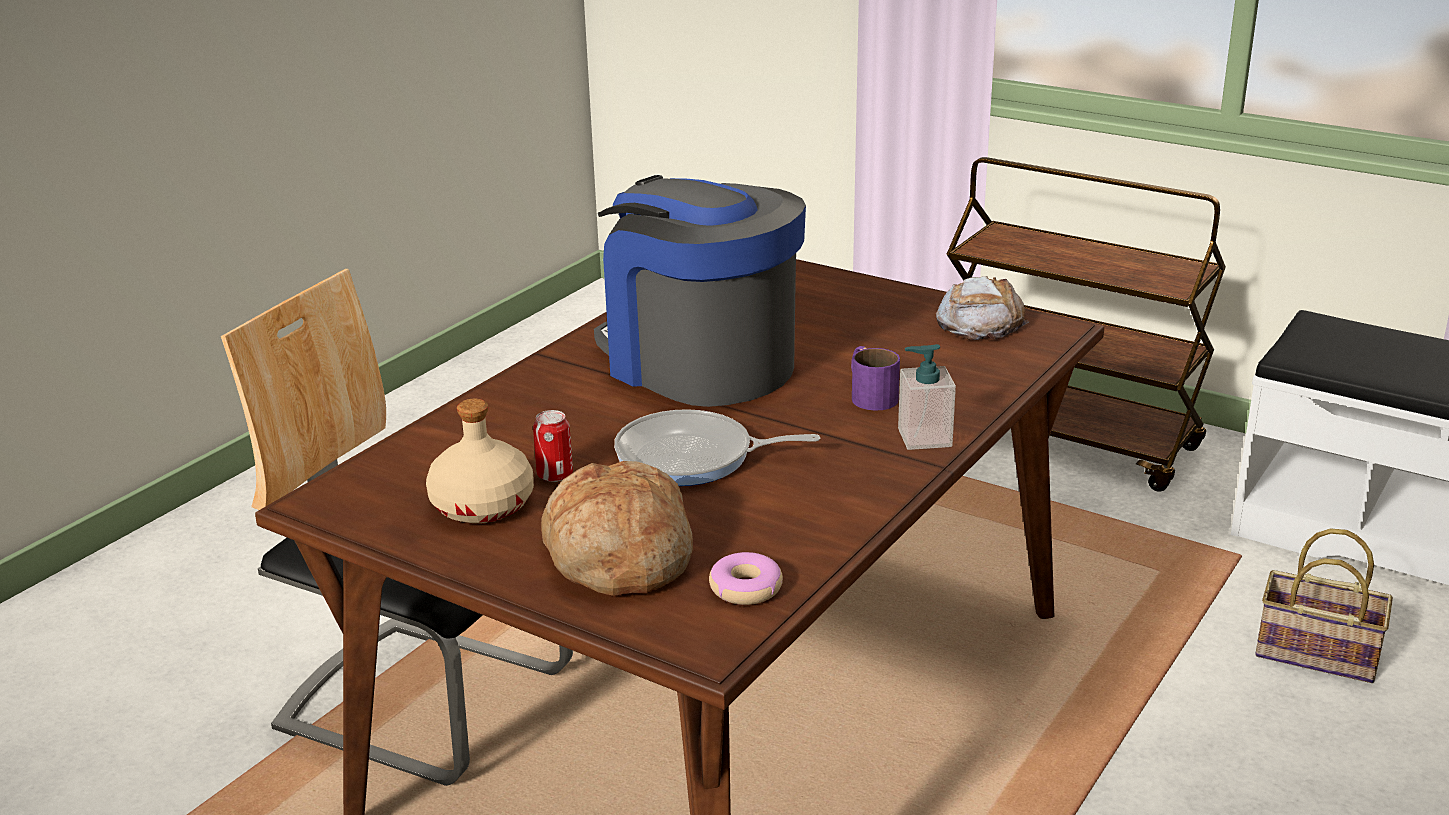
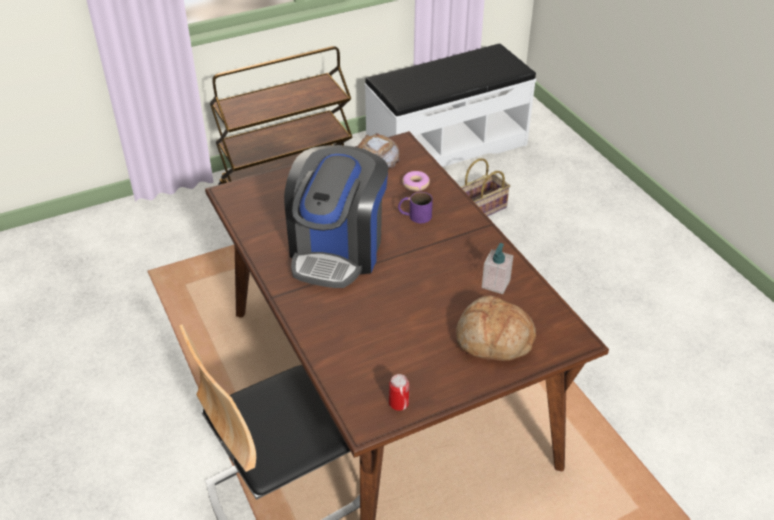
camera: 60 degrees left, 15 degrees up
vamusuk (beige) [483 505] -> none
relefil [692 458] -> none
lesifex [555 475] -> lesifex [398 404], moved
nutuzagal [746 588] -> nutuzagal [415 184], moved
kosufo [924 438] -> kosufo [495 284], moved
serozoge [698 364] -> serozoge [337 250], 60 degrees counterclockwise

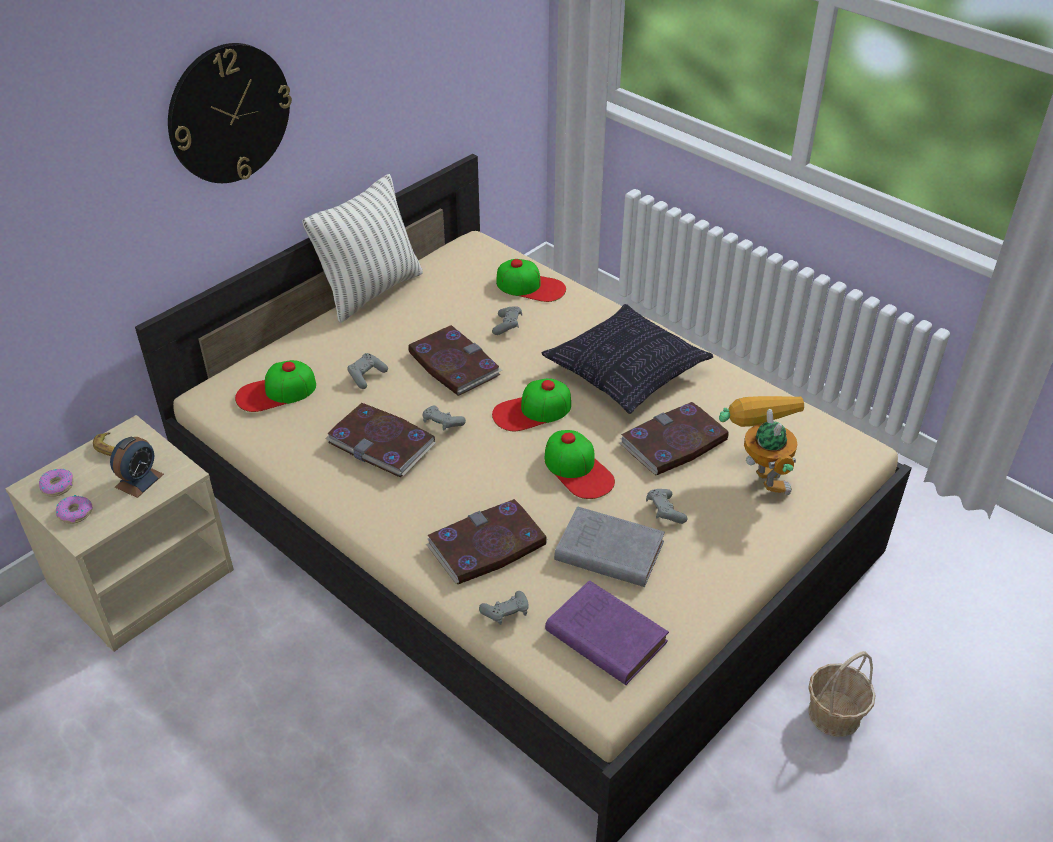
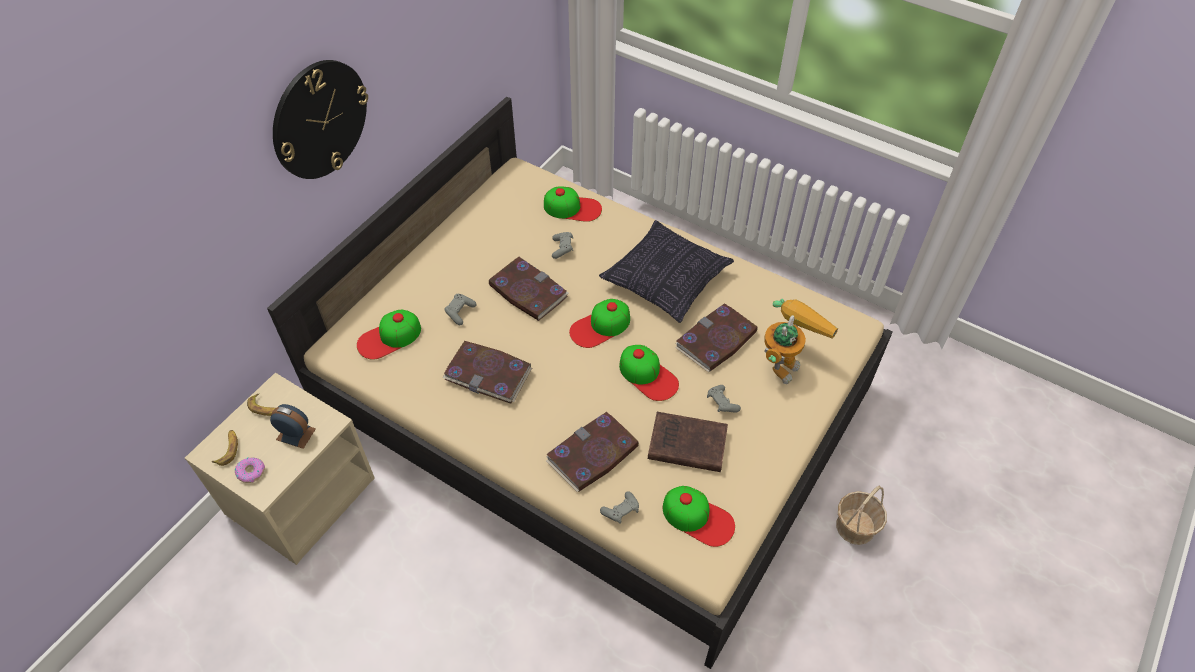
camera: 10 degrees left, 10 degrees up
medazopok [371 291] -> none
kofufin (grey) [442 424] -> none
nutuzagal [57 486] -> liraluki [228 449]
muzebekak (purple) [603 635] -> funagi [698 518]
muzebekak (grey) [606 551] -> muzebekak (brown) [685 444]
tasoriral [139 480] -> tasoriral [296 434], 90 degrees counterclockwise
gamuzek [758 475] -> gamuzek [785 360], 60 degrees clockwise

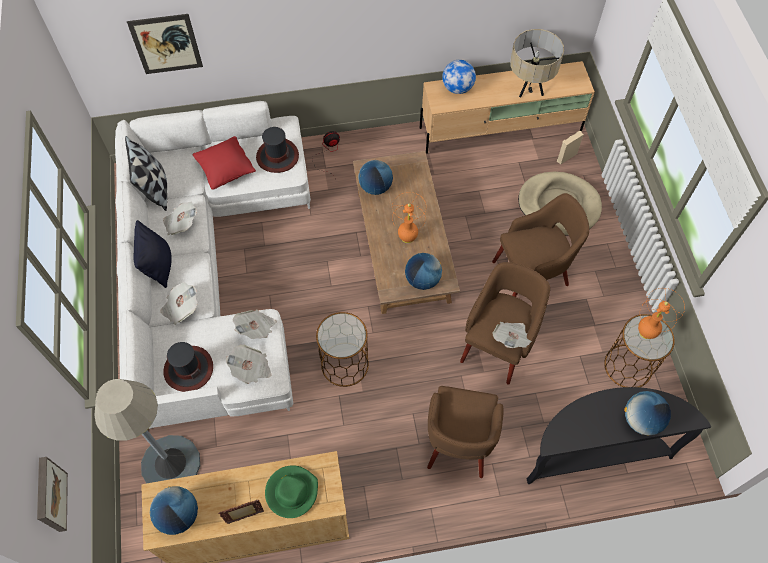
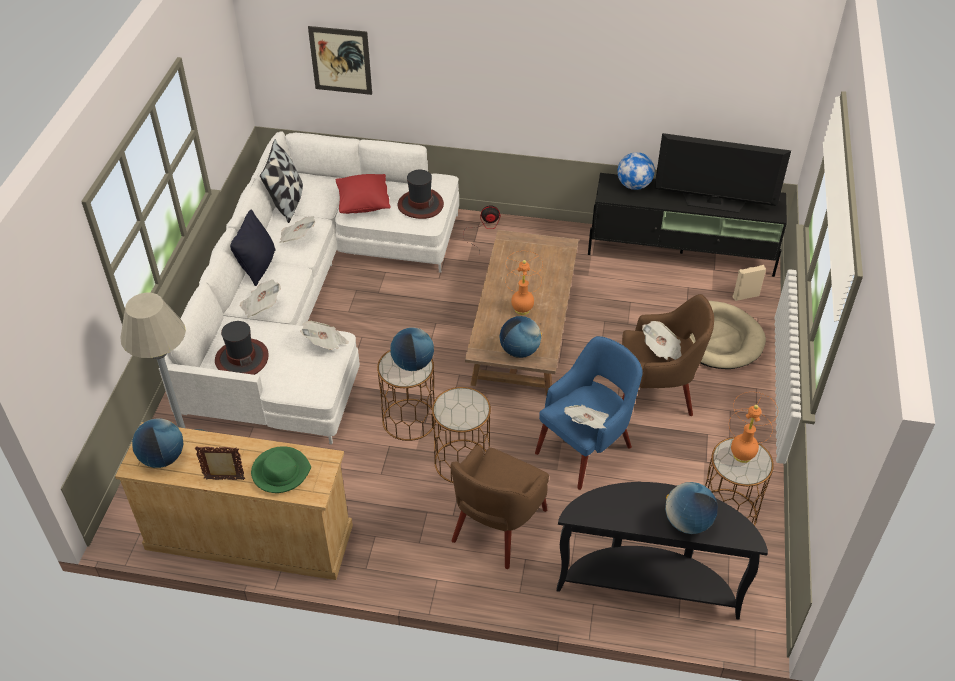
camera: 20 degrees right, 15 degrees down
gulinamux [49 495] -> none
none -> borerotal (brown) [462 461]
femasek [251 369] -> femasek [662 350], moved
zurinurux [375 187] -> zurinurux [413 364], moved
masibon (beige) [529 87] -> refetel [714 202]
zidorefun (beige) [501 129] -> zidorefun (black) [682 253]
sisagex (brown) [498 343] -> sisagex (blue) [586 448]

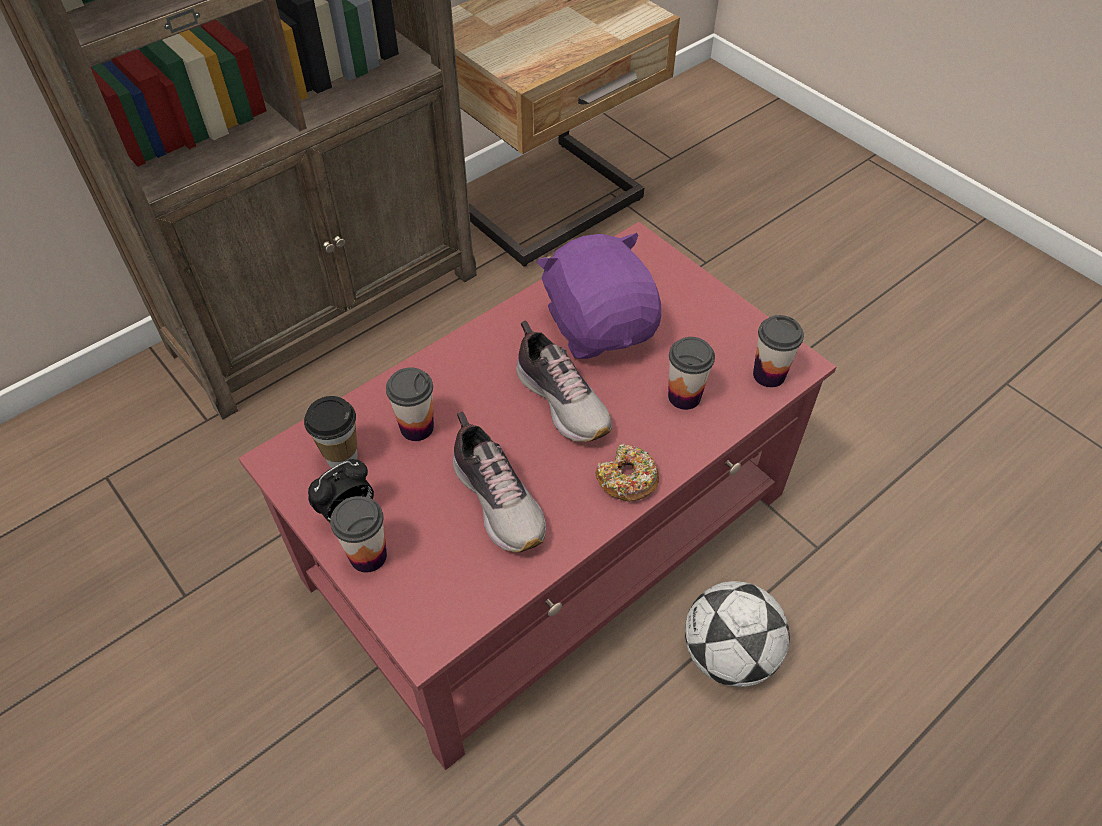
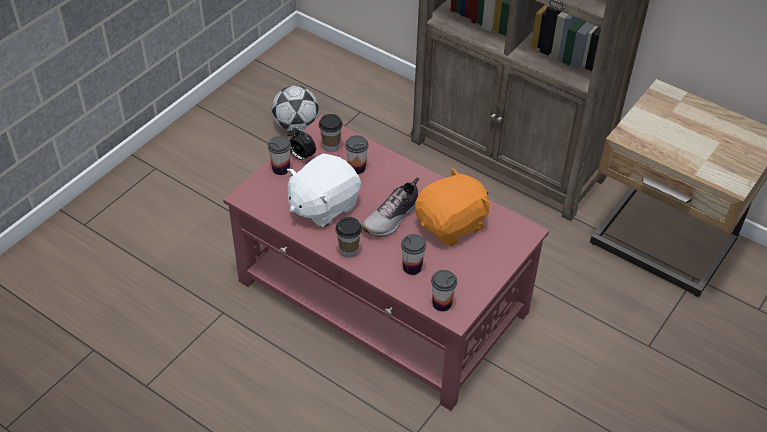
camera: 75 degrees right, 5 degrees down
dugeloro [729 654] -> dugeloro [296 126], moved
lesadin [499 499] -> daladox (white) [323 206]
nutuzagal [627 480] -> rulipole [349 251]
daladox (purple) [600 326] -> daladox (orange) [452 225]

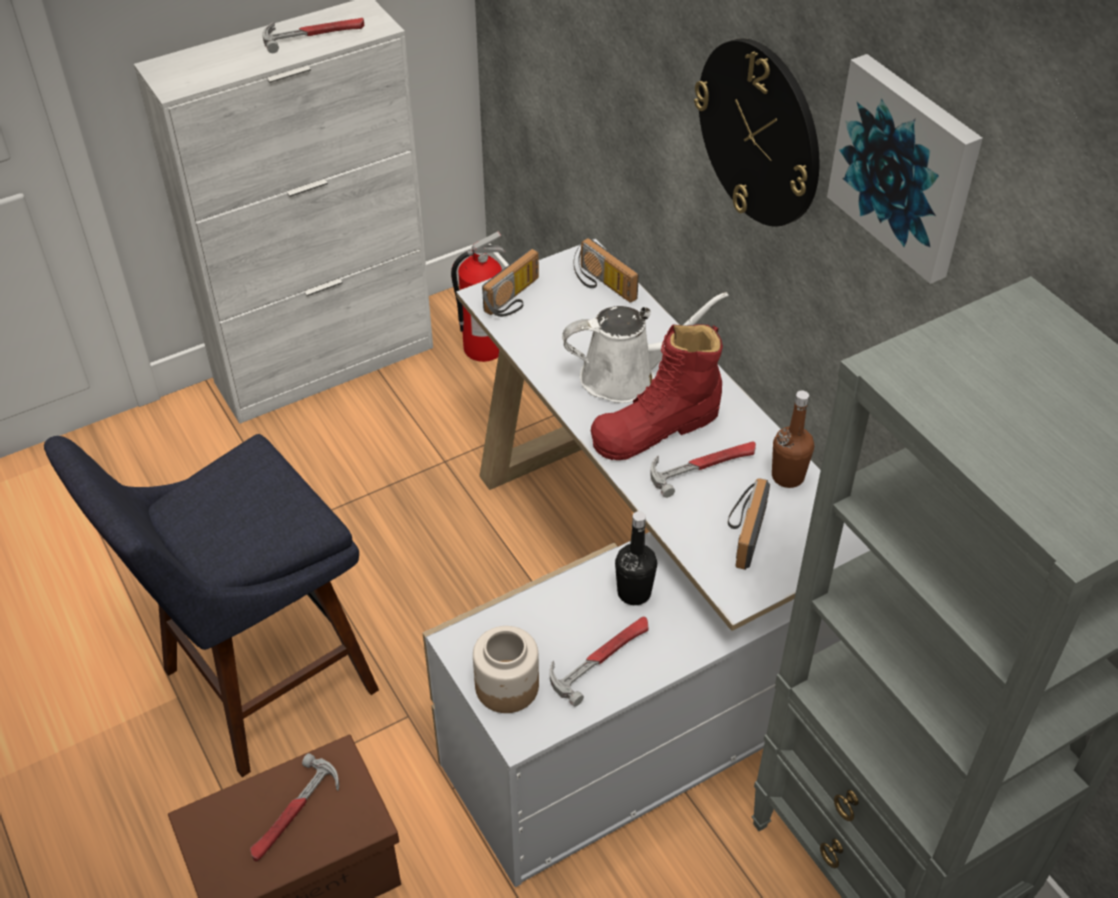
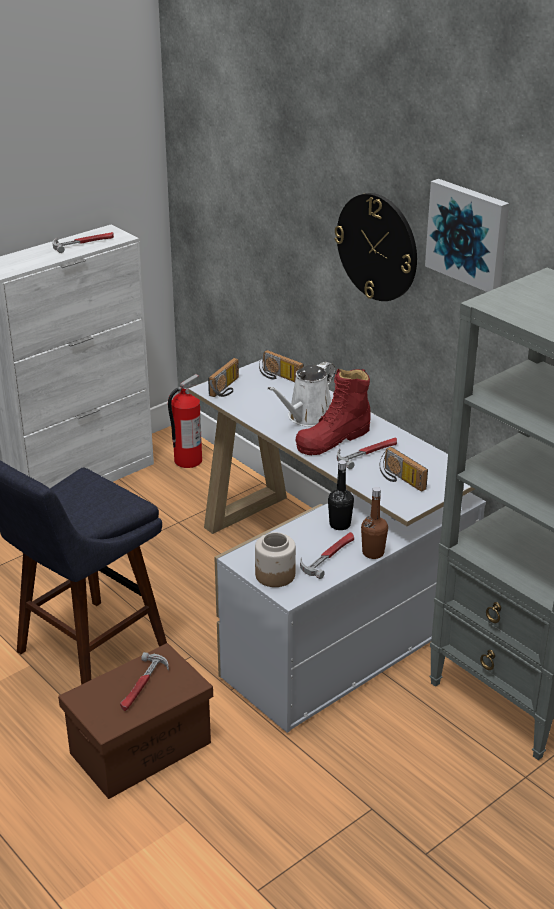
camera: 10 degrees left, 15 degrees down
vamusuk (brown) [787 476] -> vamusuk (brown) [373 553], moved
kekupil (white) [626 376] -> kekupil (white) [307 417], 150 degrees clockwise
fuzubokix [742 531] -> fuzubokix [400 480], 45 degrees counterclockwise

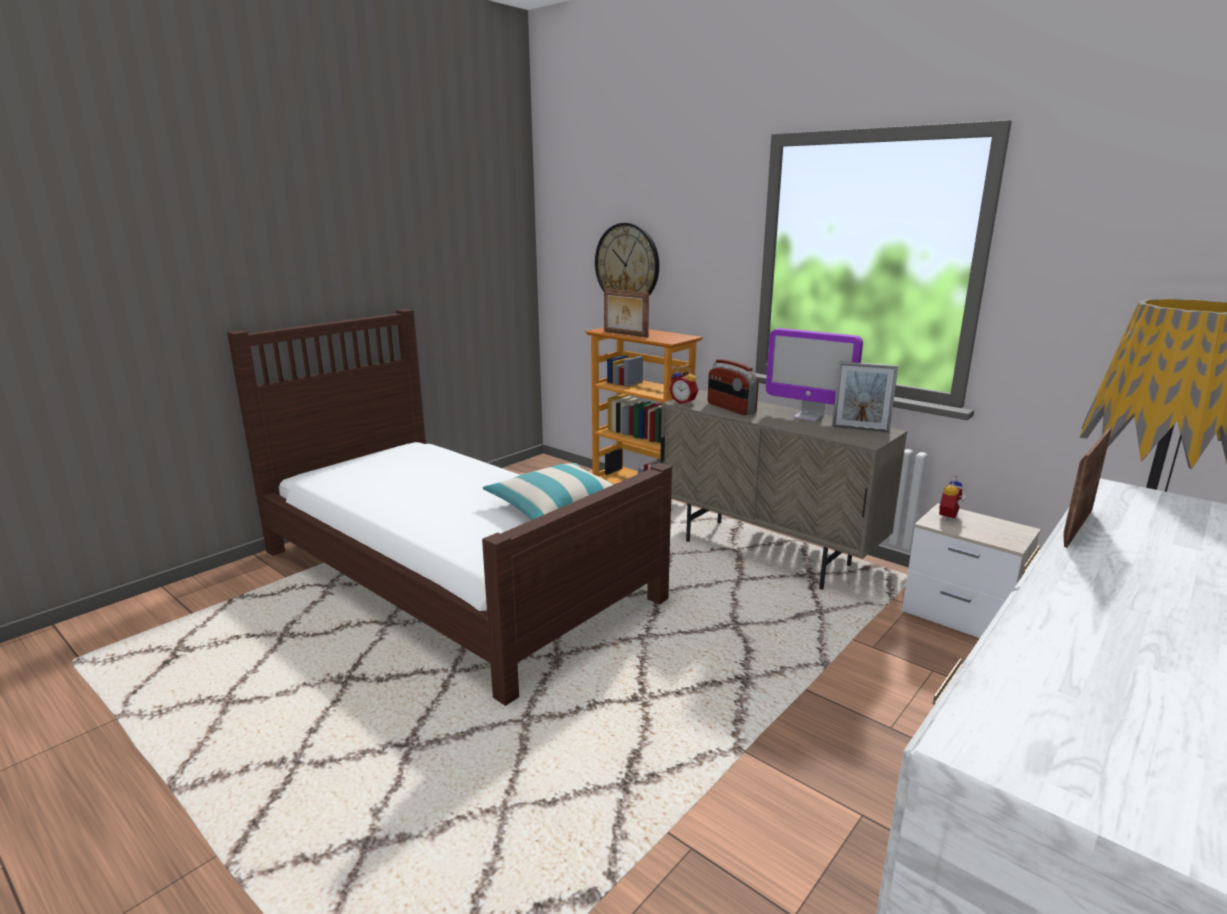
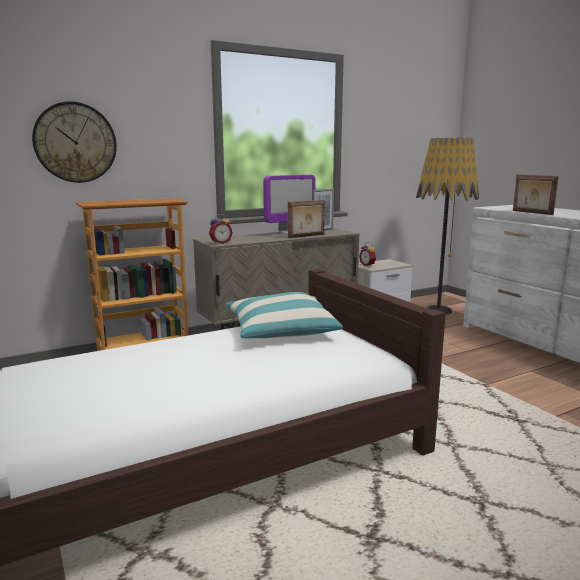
camera: 70 degrees left, 5 degrees down
fuzubokix [730 408] -> none
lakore [625 334] -> lakore [306 236], moved

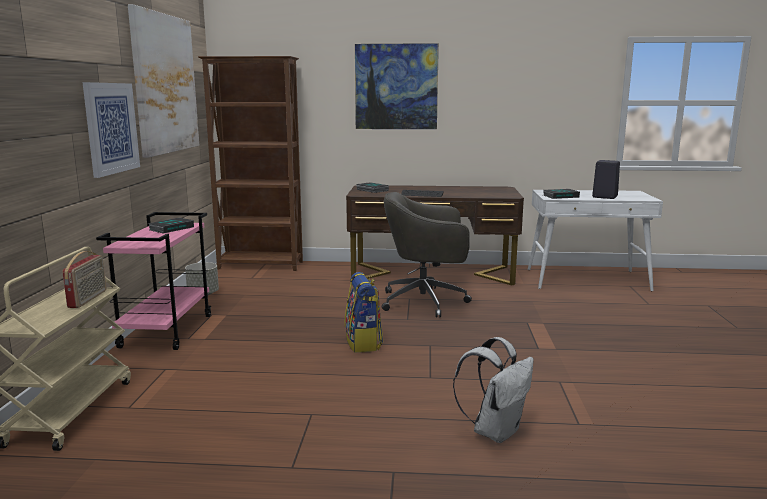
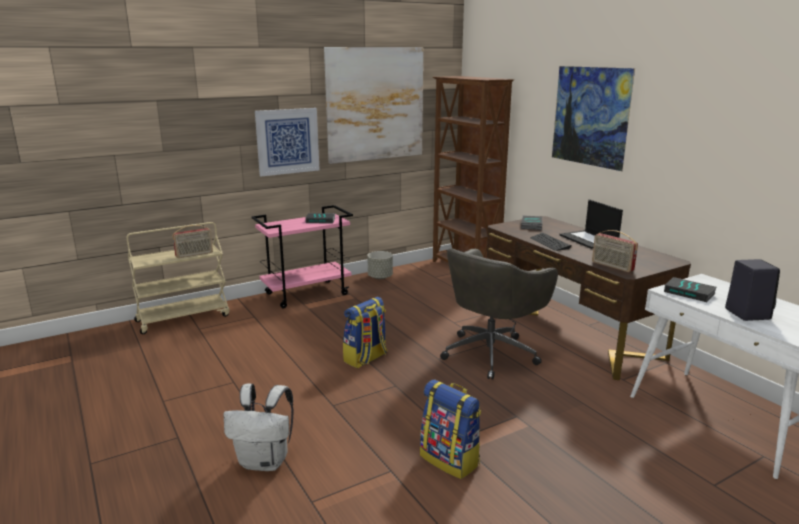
camera: 55 degrees right, 5 degrees up
none -> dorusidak [450 460]
none -> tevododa [589 239]
none -> fuzubokix [612 266]
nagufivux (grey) [426 302] -> nagufivux (grey) [491 353], 105 degrees counterclockwise

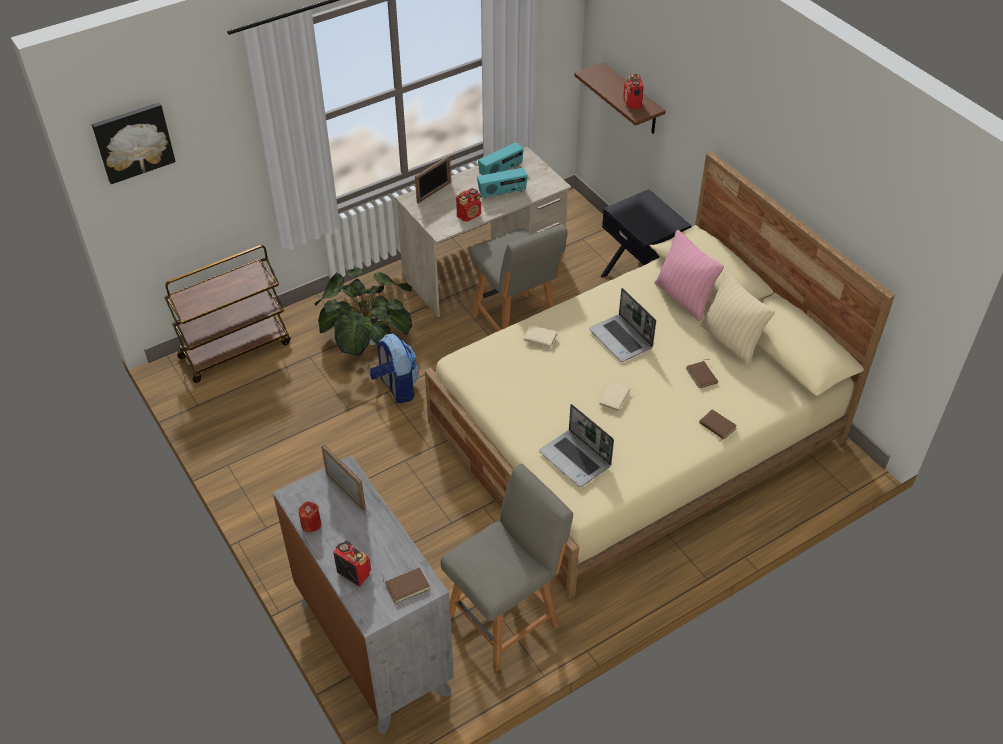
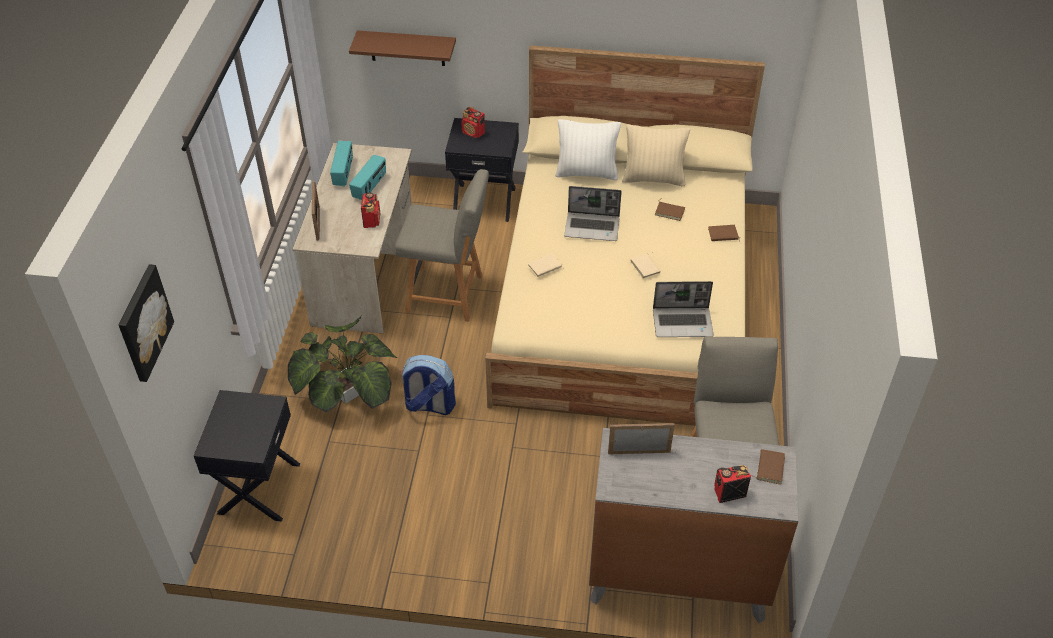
camera: 50 degrees left, 0 degrees up
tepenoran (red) [311 524] -> none
fuzubokix [632 103] -> fuzubokix [473 133], moved
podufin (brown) [235 349] -> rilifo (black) [258 488]
medazopok (pink) [683 298] -> medazopok (white) [586 173]

